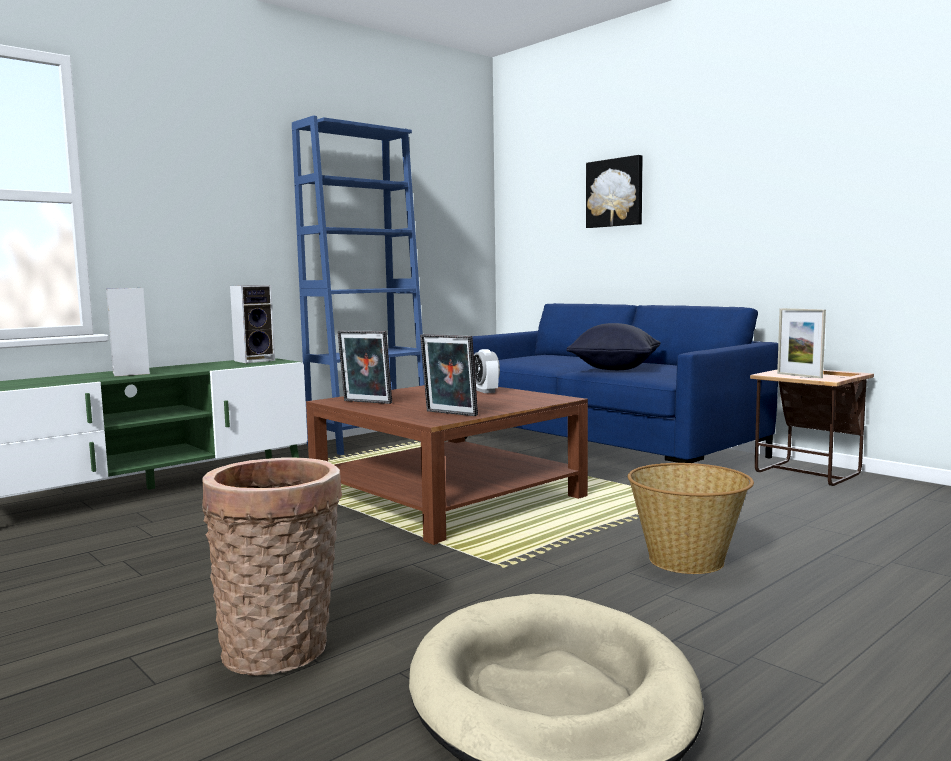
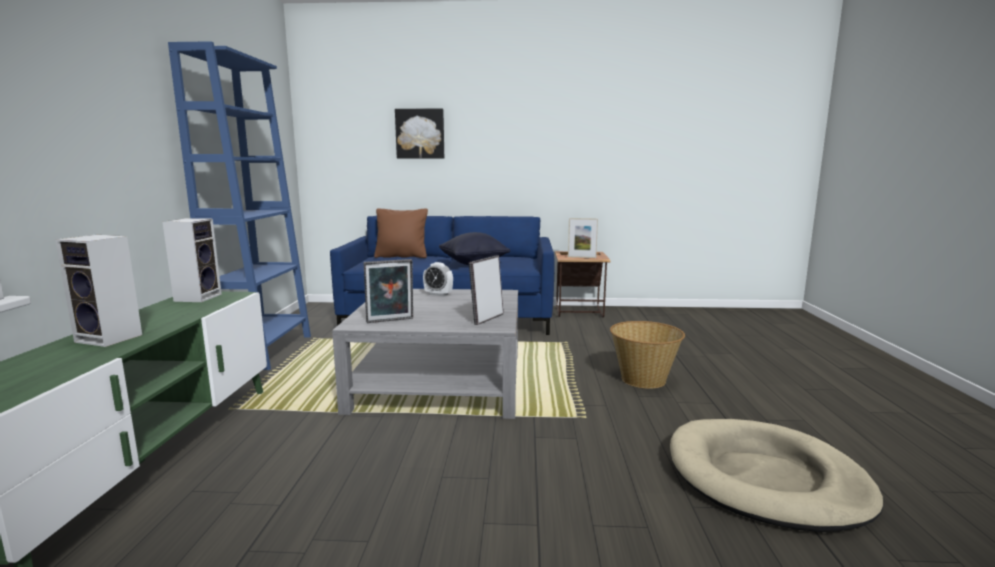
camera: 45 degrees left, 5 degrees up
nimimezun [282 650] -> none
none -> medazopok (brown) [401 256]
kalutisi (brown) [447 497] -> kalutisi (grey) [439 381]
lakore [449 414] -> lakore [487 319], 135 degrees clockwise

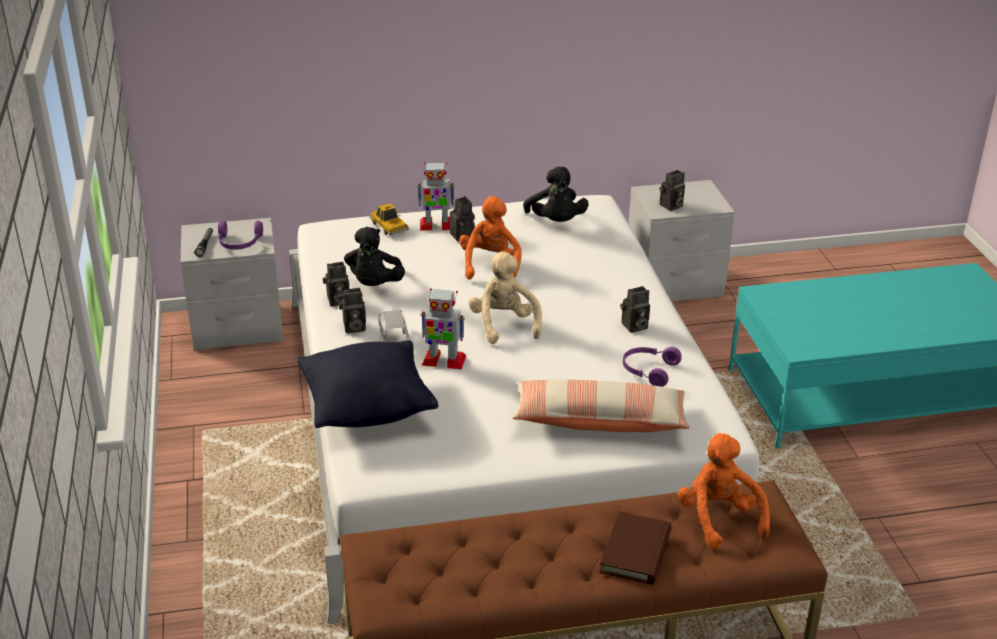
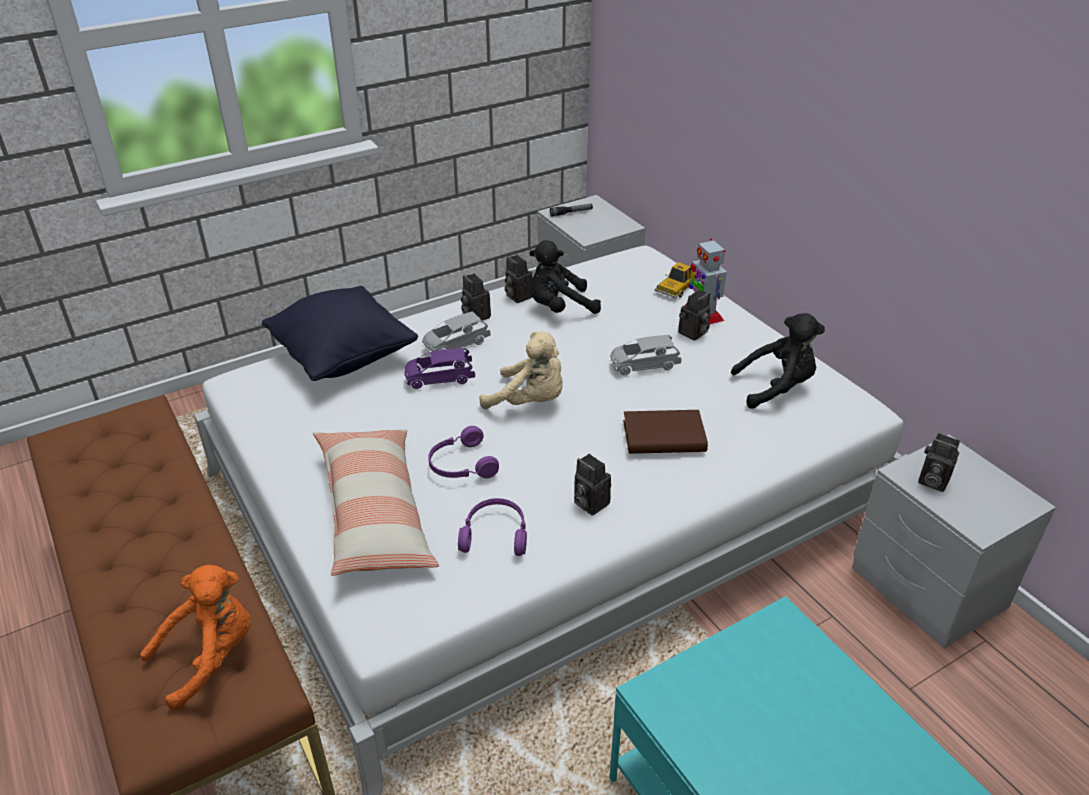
camera: 70 degrees right, 5 degrees up
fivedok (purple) [239 243] -> fivedok (purple) [461 465], moved
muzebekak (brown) [635 552] -> muzebekak (brown) [664 436], moved
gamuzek [443 360] -> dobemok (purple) [439 378]
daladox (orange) [490 265] -> dobemok (grey) [644 365]
daladox (beige) [504 325] -> daladox (beige) [529 402], 60 degrees clockwise
daladox (black) [556 222] -> daladox (black) [777 388], 150 degrees counterclockwise

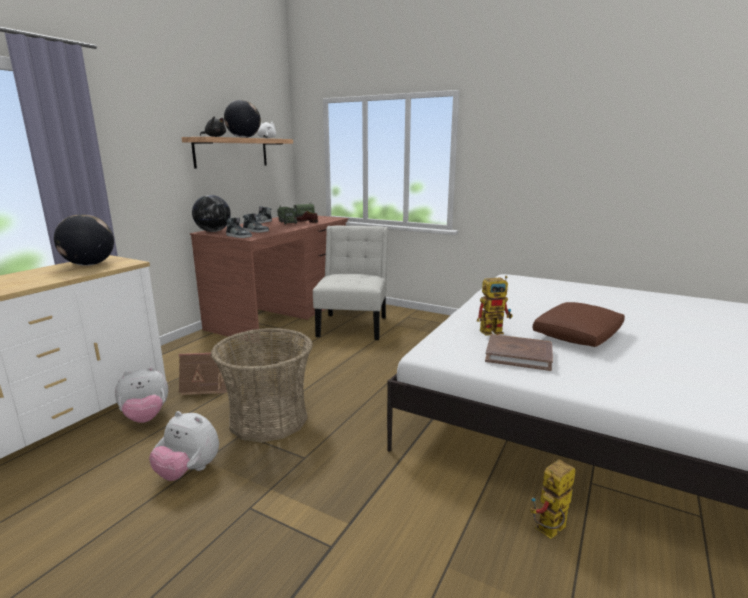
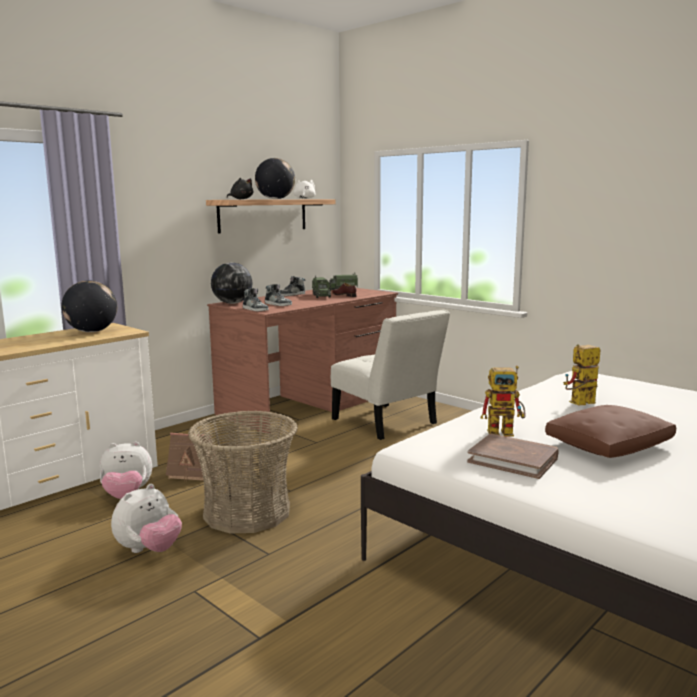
camera: 15 degrees right, 5 degrees down
gamuzek [549 533] -> gamuzek [579 404], moved
daladox [188 471] -> daladox [149 550], 90 degrees counterclockwise
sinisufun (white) [353 325] -> sinisufun (white) [387 423], 120 degrees clockwise

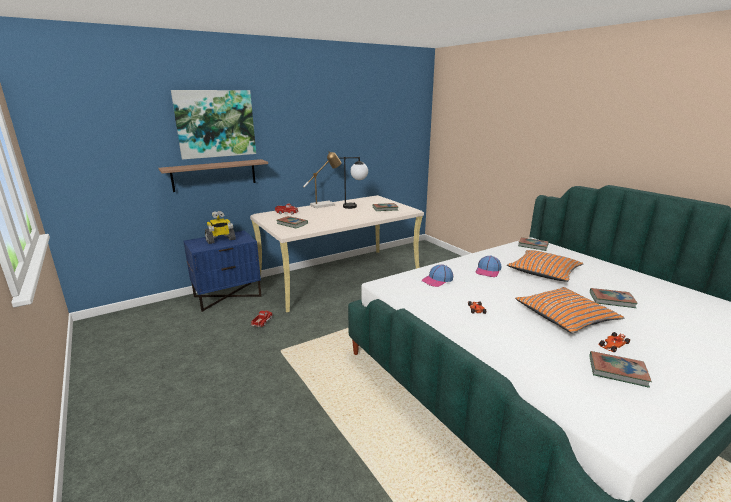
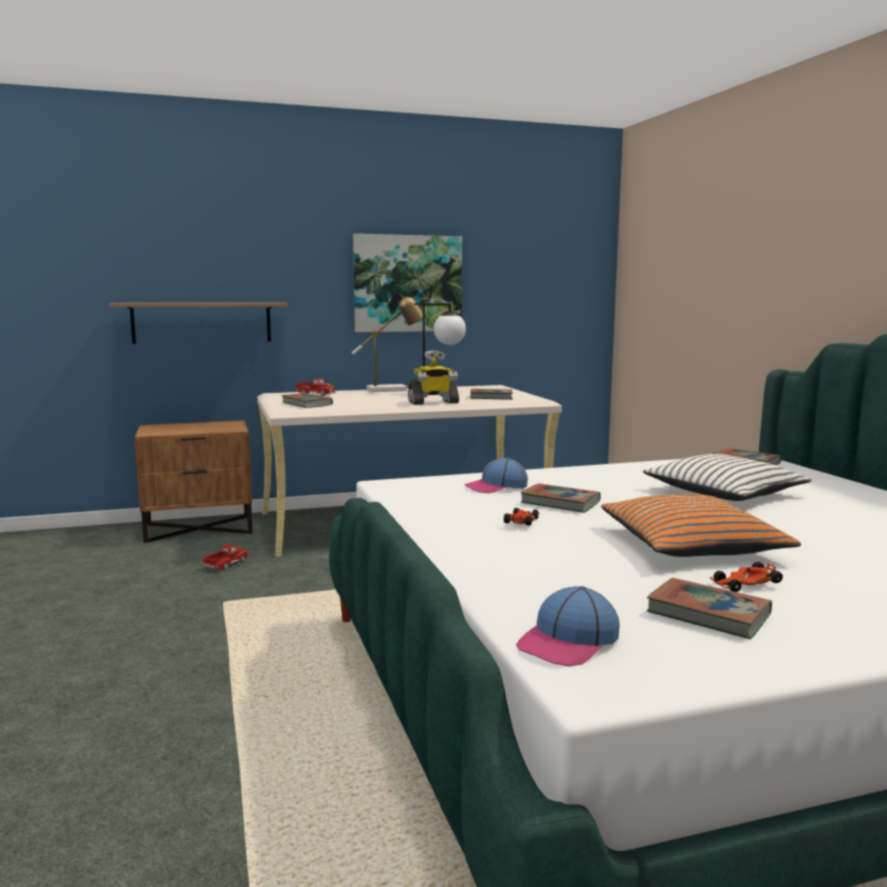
camera: 15 degrees right, 10 degrees down
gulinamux [215 124] -> gulinamux [407 283], moved
gamuzek [220 240] -> gamuzek [433 402], moved
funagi [488 271] -> funagi [568 642], moved
muzebekak [611 300] -> muzebekak [560 503], moved
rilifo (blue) [227 296] -> rilifo (brown) [199 528]
medazopok (orange) [544 272] -> medazopok (white) [724 492]

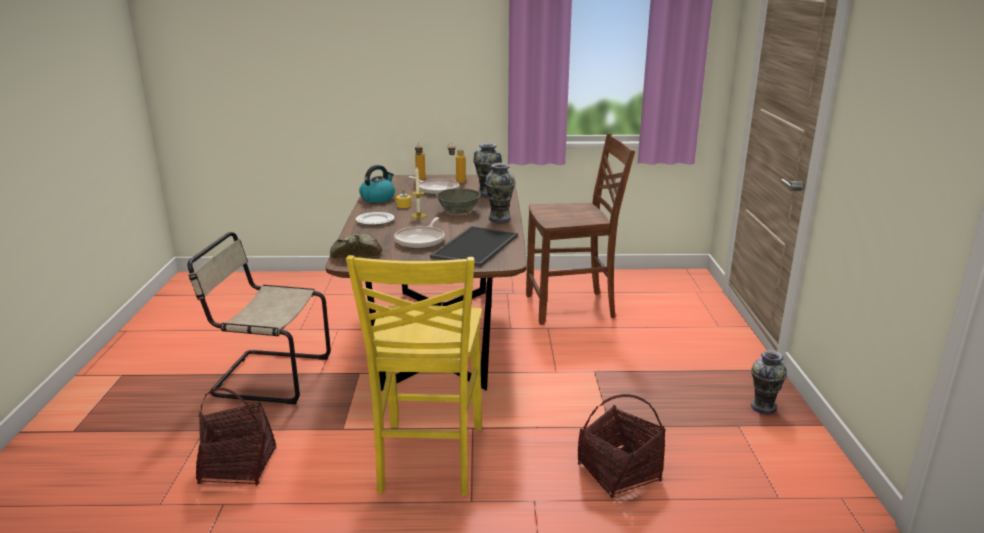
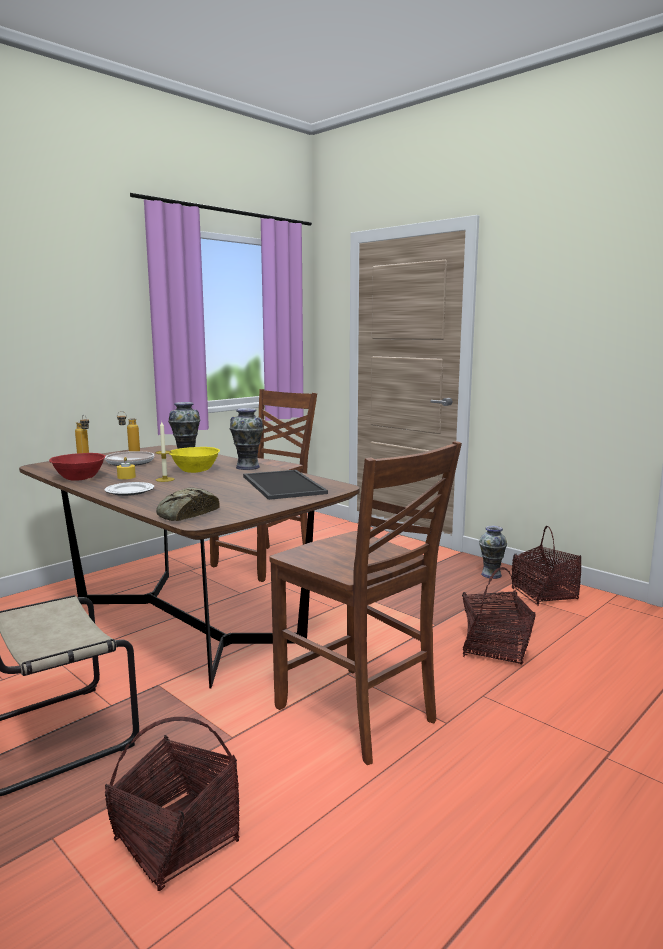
camera: 45 degrees left, 10 degrees down
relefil [421 240] -> none
none -> nimimezun [544 594]
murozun [378 198] -> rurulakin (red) [78 478]
sinisufun (yellow) [428 459] -> sinisufun (brown) [358 715]
rurulakin (grey) [458 211] -> rurulakin (yellow) [194 470]

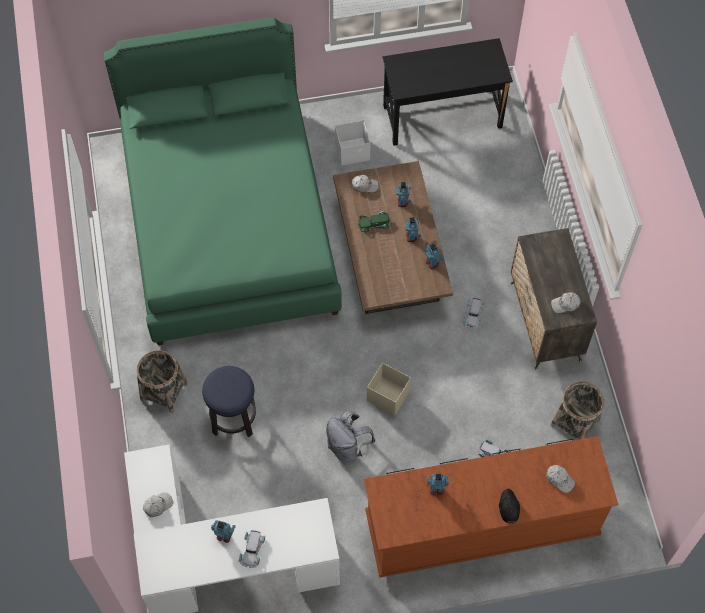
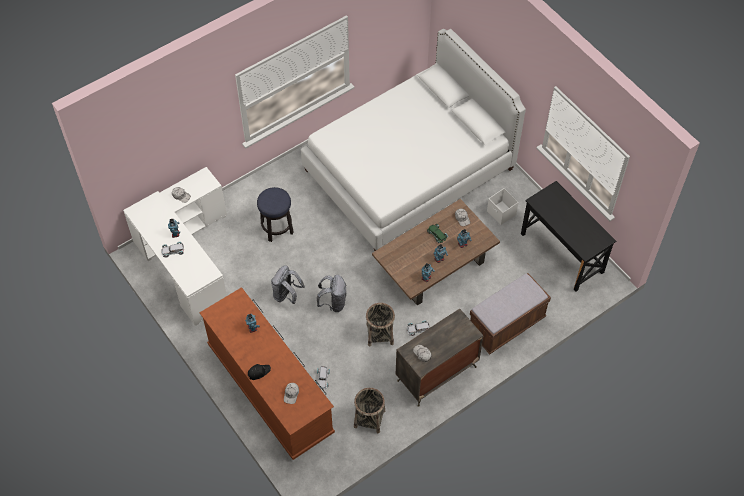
camera: 65 degrees right, 5 degrees down
none -> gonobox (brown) [506 325]
nimimezun [164 392] -> nimimezun [380 334], moved
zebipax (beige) [387 396] -> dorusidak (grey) [333 303]
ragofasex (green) [229 222] -> ragofasex (white) [408 169]

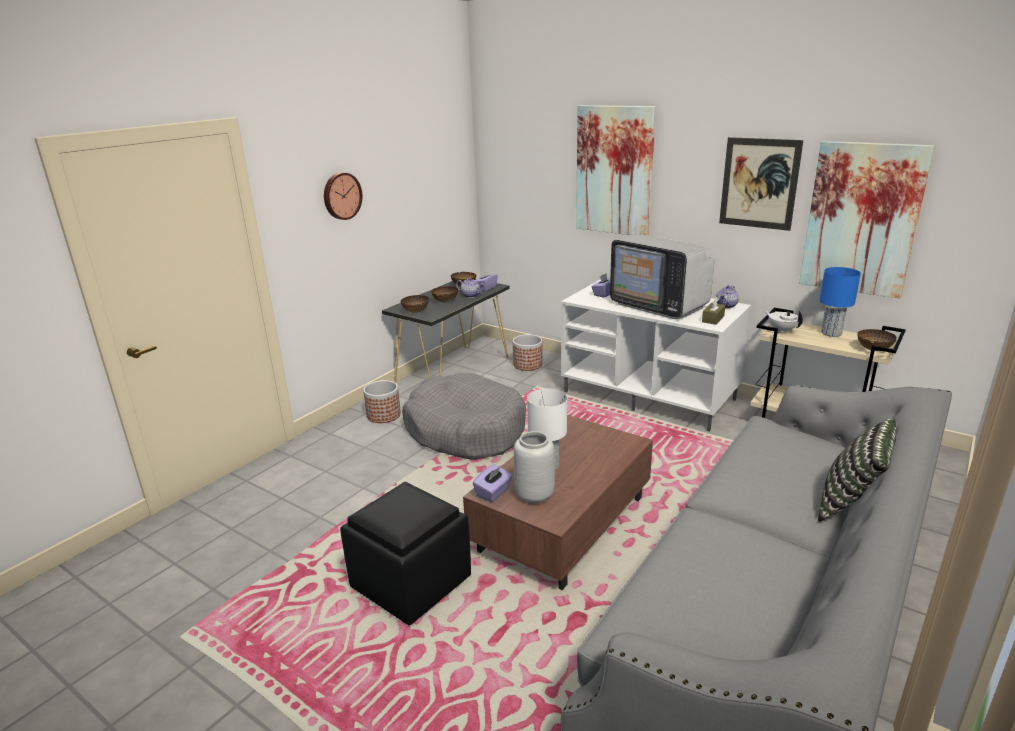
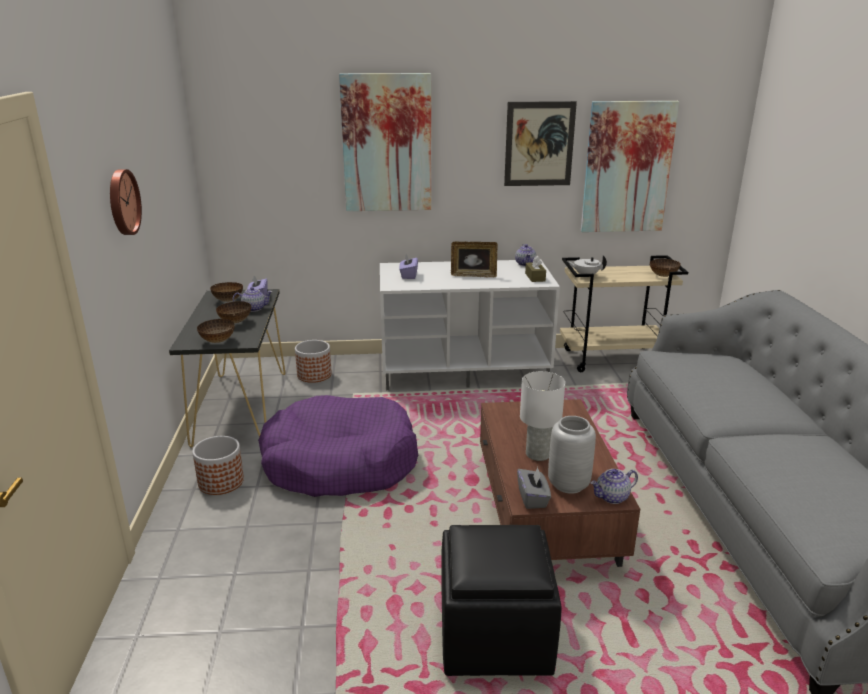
camera: 40 degrees left, 0 degrees up
medazopok [851 503] -> none
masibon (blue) [831 333] -> none
none -> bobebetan [612 497]
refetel [659 305] -> lakore [473 275]
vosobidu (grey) [465 430] -> vosobidu (purple) [340 463]
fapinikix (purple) [493 492] -> fapinikix (grey) [533 498]

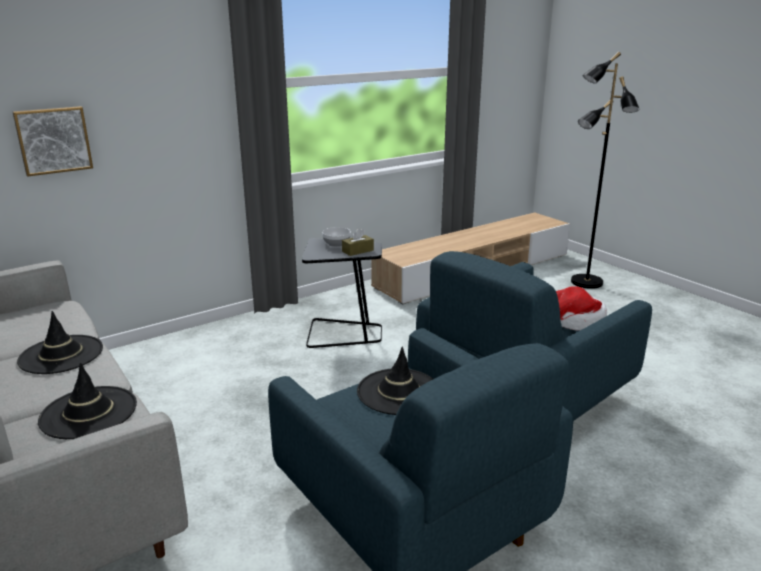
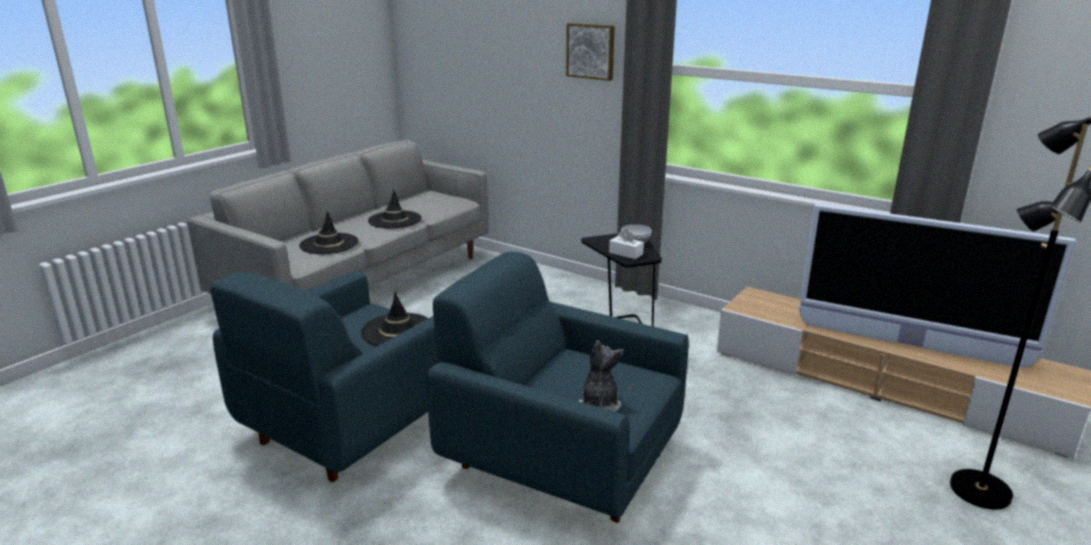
camera: 70 degrees right, 0 degrees up
none -> refetel [909 345]
gulinamux [53 140] -> gulinamux [591 51], moved
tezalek [574 321] -> daladox [599 403]
fapinikix (brown) [358 251] -> fapinikix (white) [626 253]

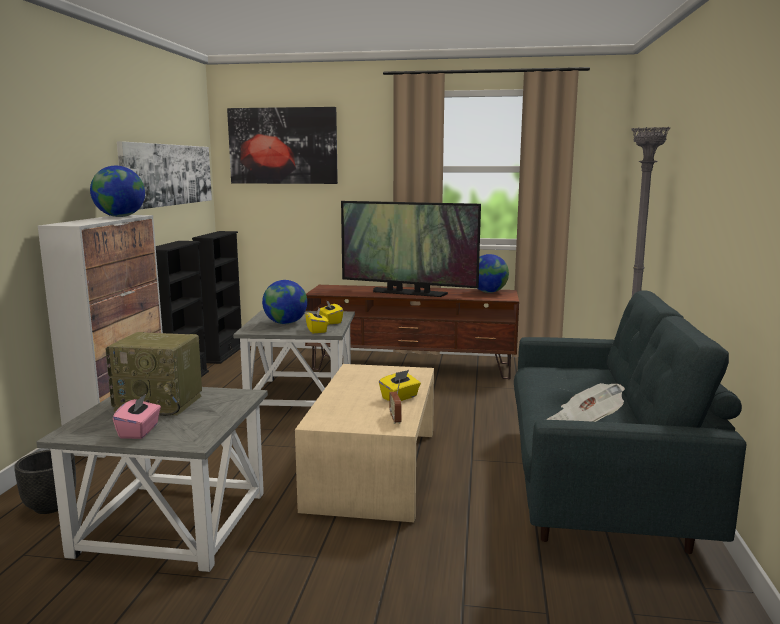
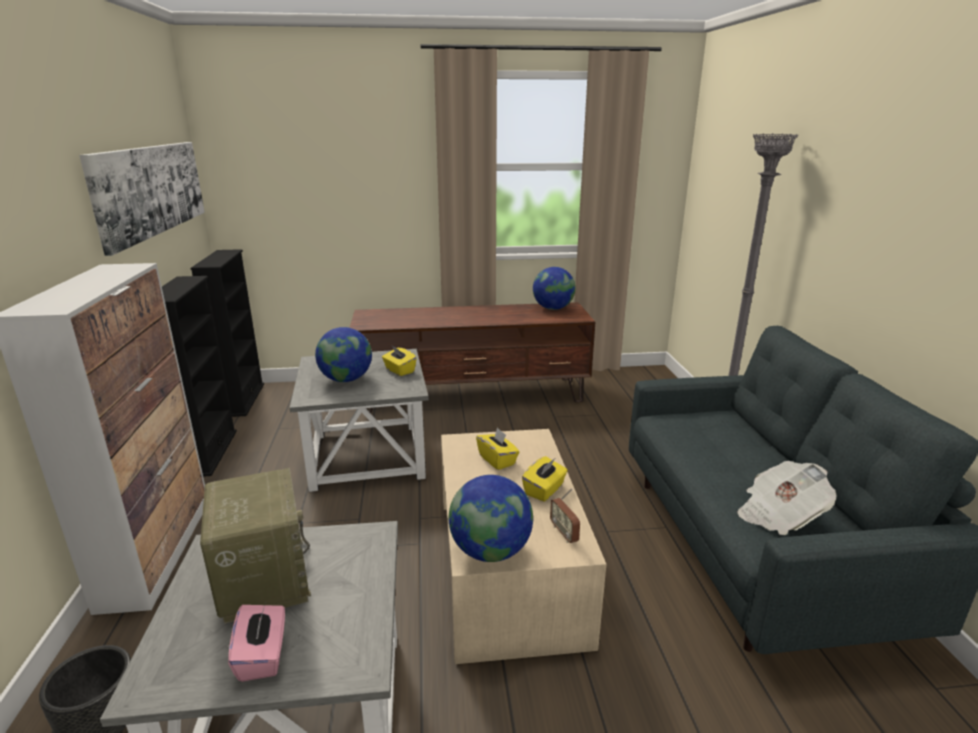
camera: 15 degrees left, 10 degrees up
gulinamux [283 146] -> none
refetel [408 293] -> none
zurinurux [120 217] -> zurinurux [490 551], moved
fapinikix (yellow) [317 330] -> fapinikix (yellow) [497 460], moved
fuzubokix [160 403] -> fuzubokix [263 577], 105 degrees counterclockwise

